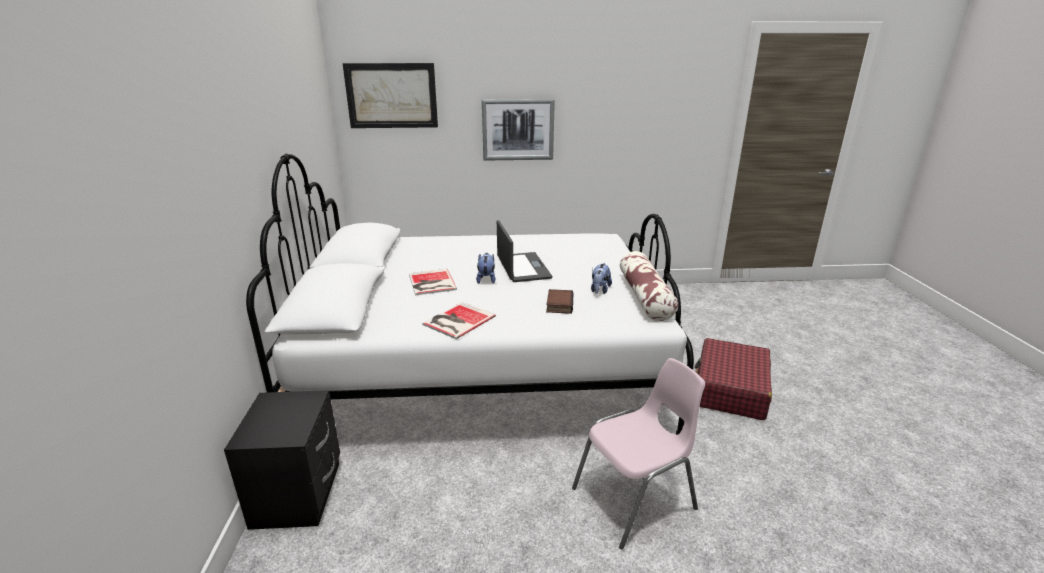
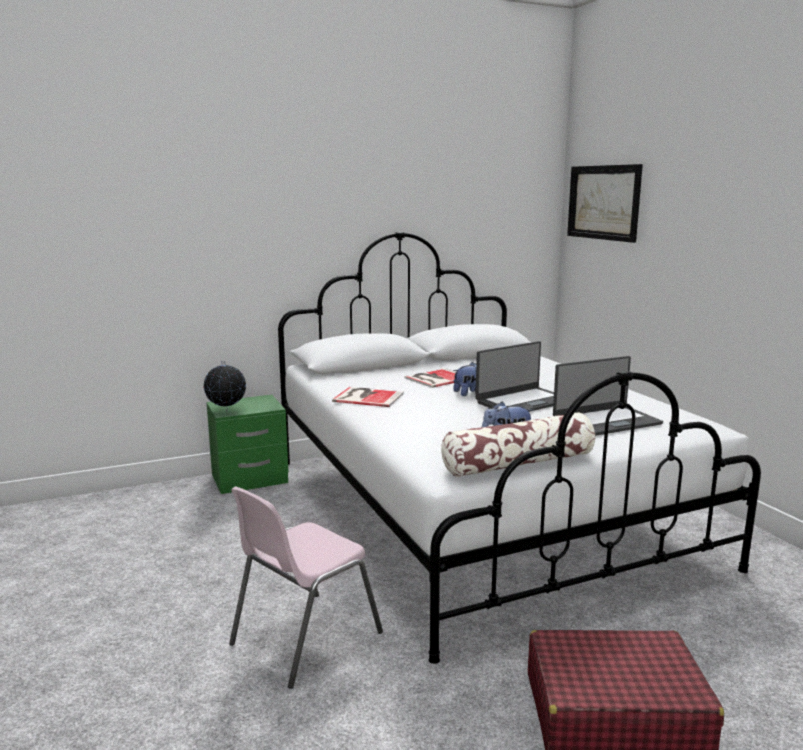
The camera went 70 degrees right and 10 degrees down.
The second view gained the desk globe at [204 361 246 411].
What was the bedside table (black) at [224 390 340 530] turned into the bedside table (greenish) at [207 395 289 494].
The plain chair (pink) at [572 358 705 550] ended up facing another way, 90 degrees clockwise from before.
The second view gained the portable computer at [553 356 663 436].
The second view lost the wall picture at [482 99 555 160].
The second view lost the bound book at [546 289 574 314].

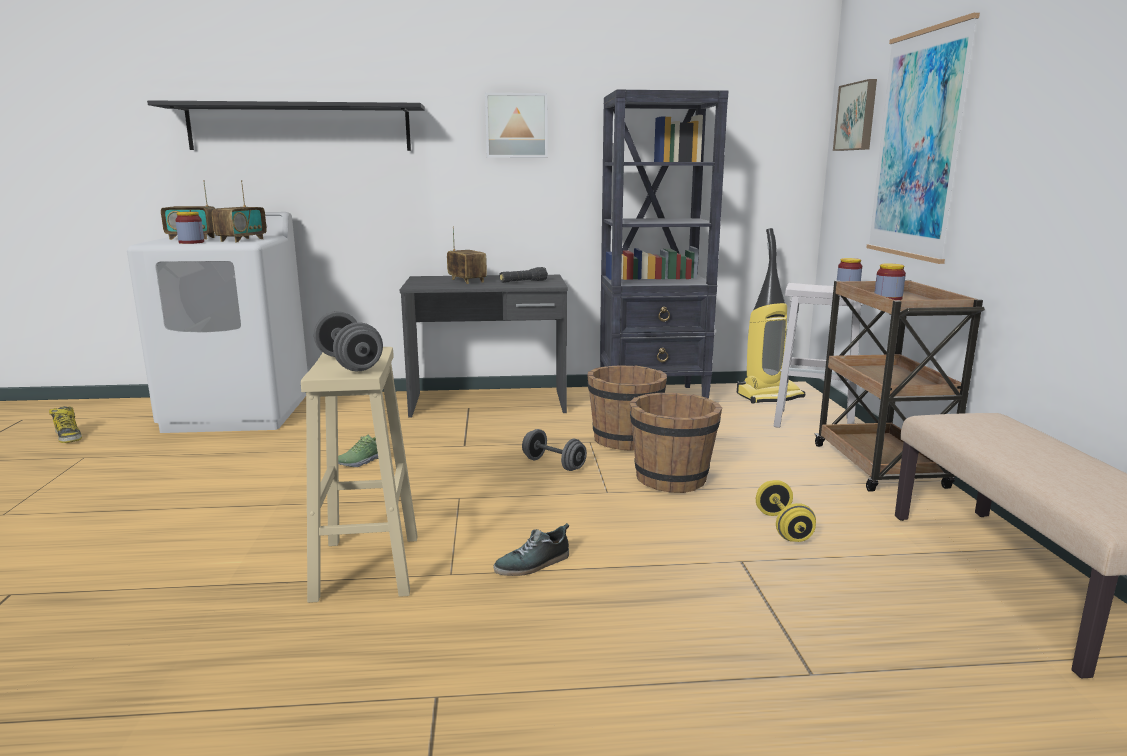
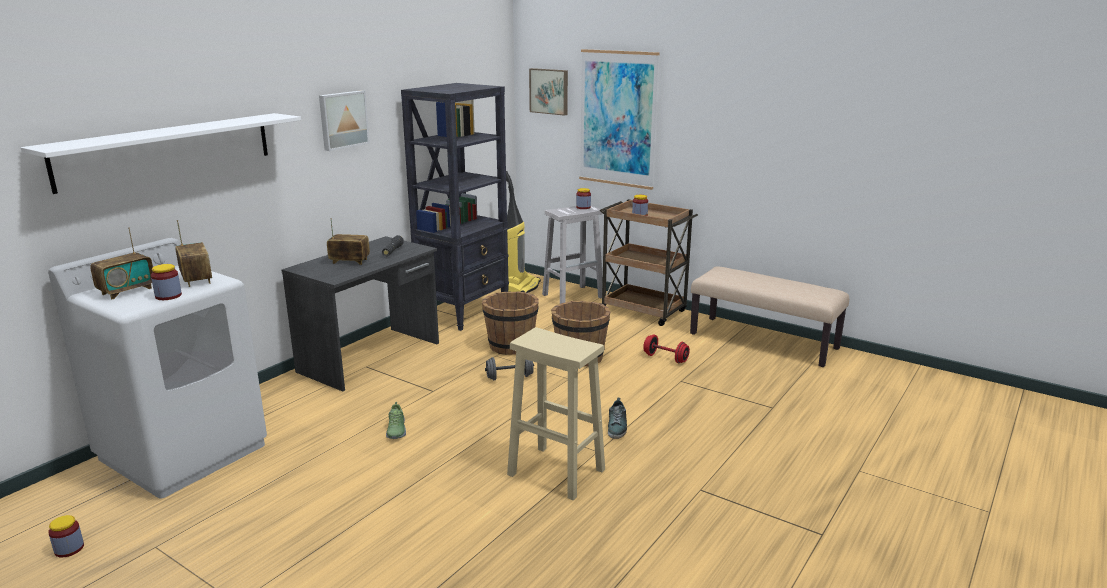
The camera went 50 degrees left and 5 degrees up.
What was the bracket shelf (black) at [147 100 425 151] turned into the bracket shelf (whitish) at [21 113 301 194].
Where the tall boot stood at [49 406 82 443], the storage jar came to stand at [48 515 84 557].
What was the hand weight (yellow-coloured) at [756 480 816 542] turned into the hand weight (red) at [643 335 690 363].
The second view lost the hand weight (grey) at [314 311 383 371].

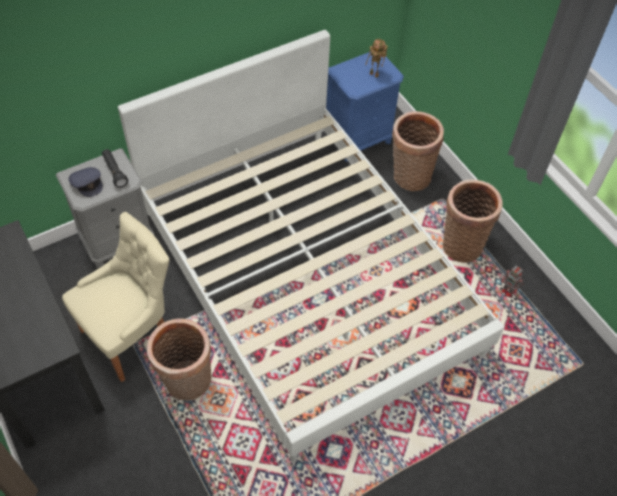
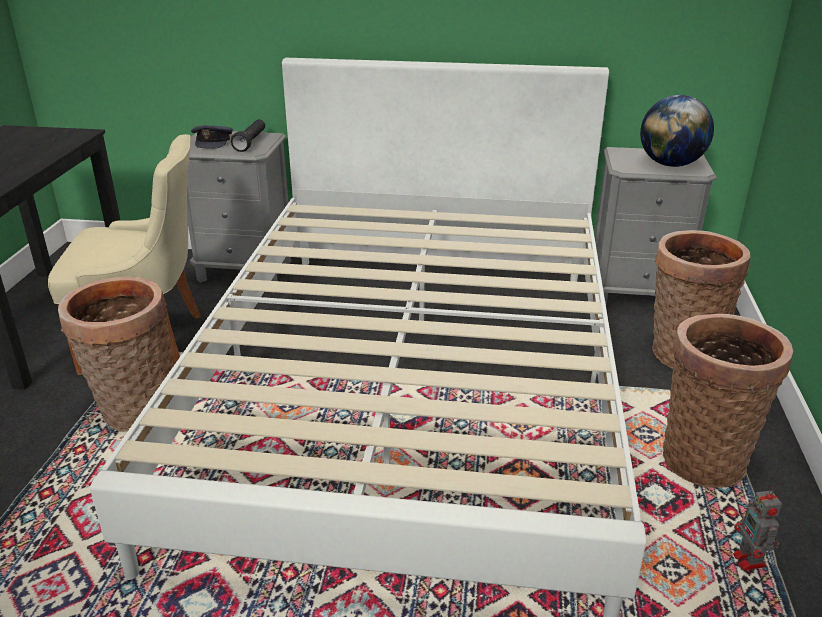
The camera went 40 degrees right and 25 degrees down.
What was the bedside table (blue) at [326 52 404 162] turned into the bedside table (grey) at [595 147 717 305].
Where the toy robot stood at [366 39 388 77], the desk globe came to stand at [640 95 714 167].

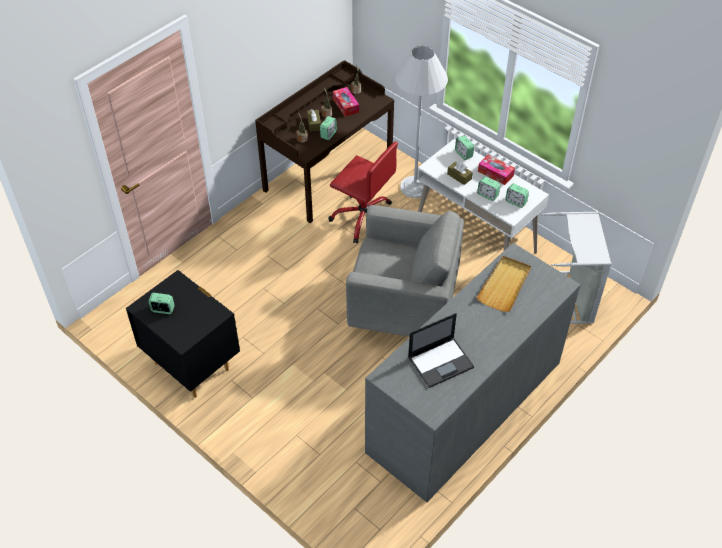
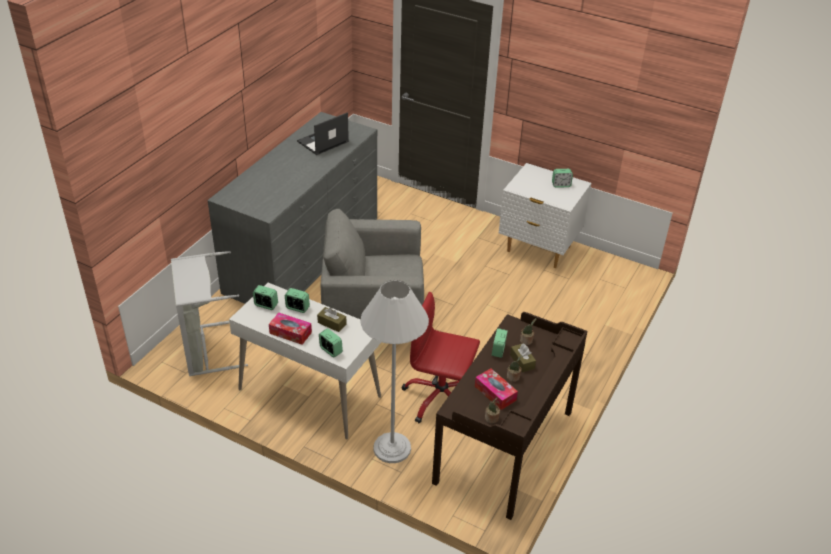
The camera went 165 degrees right and 10 degrees down.
What was the bedside table (black) at [126 270 240 398] turned into the bedside table (whitish) at [499 163 591 268].
The second view lost the tray (beige) at [476 256 531 312].

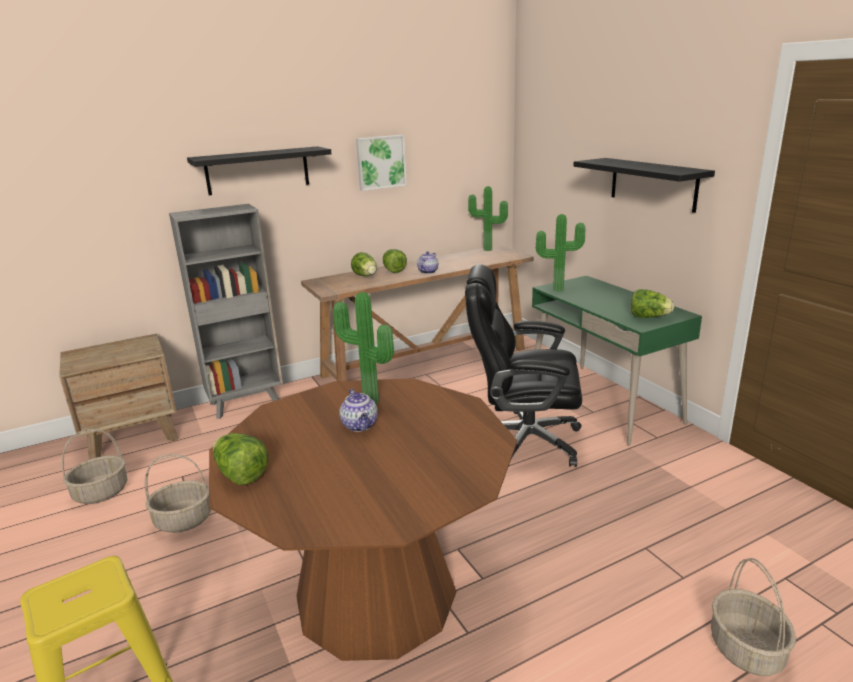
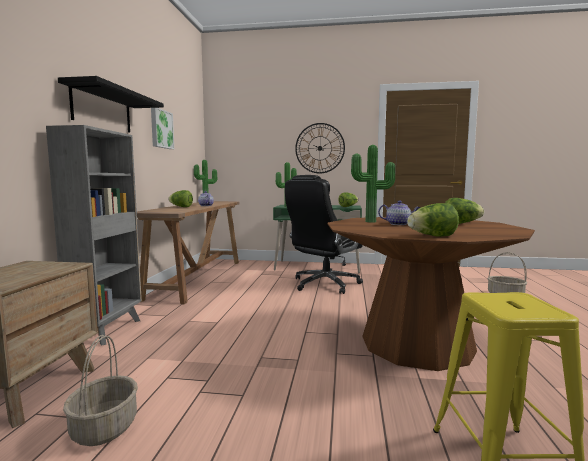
The camera went 55 degrees left and 15 degrees down.
Where the bracket shelf (black) hung at [573 158 715 213], the hanging clock came to hang at [295 123 345 174].
The lettuce head ended up elsewhere, having gone from [351 252 377 276] to [445 198 484 224].
The second view lost the basket at [145 454 211 533].

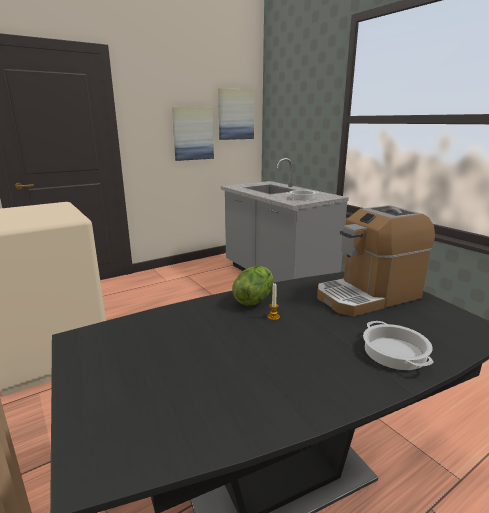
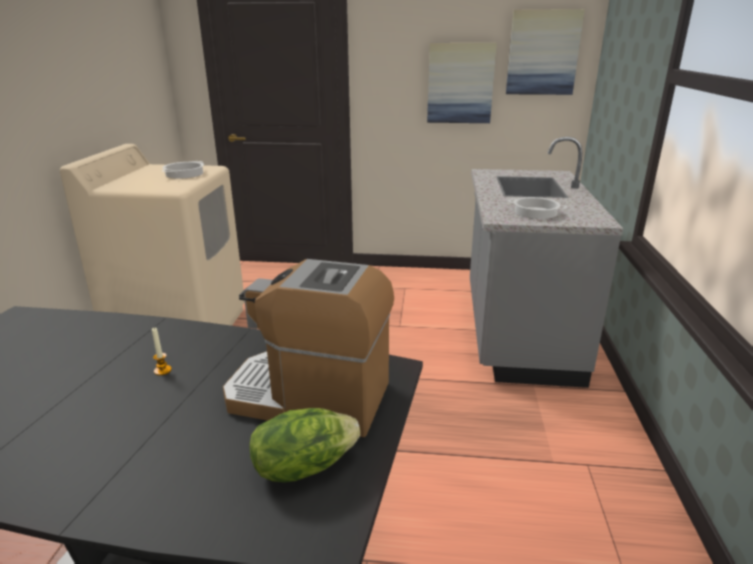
The camera went 40 degrees right and 5 degrees up.
The cooking pot ended up elsewhere, having gone from [363 321 433 370] to [162 161 204 179].
The lettuce head ended up elsewhere, having gone from [232 266 273 305] to [249 408 360 482].

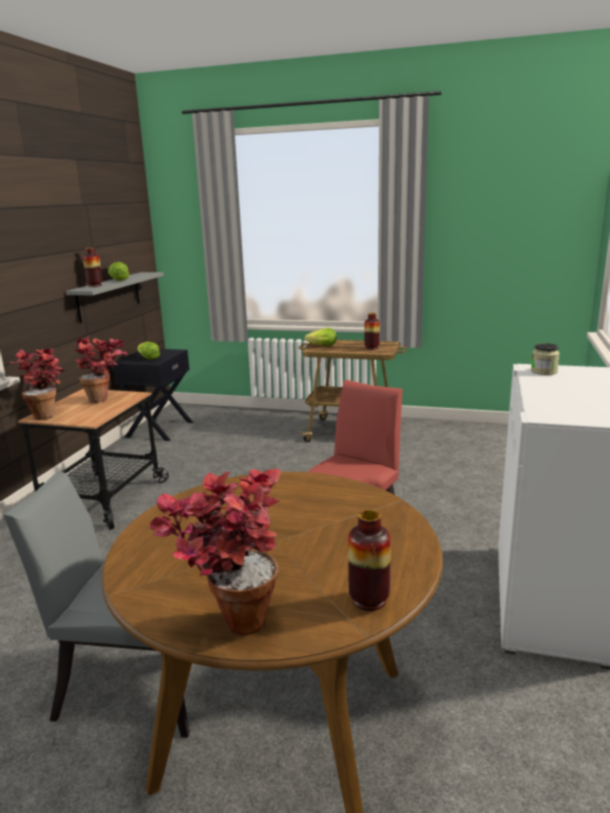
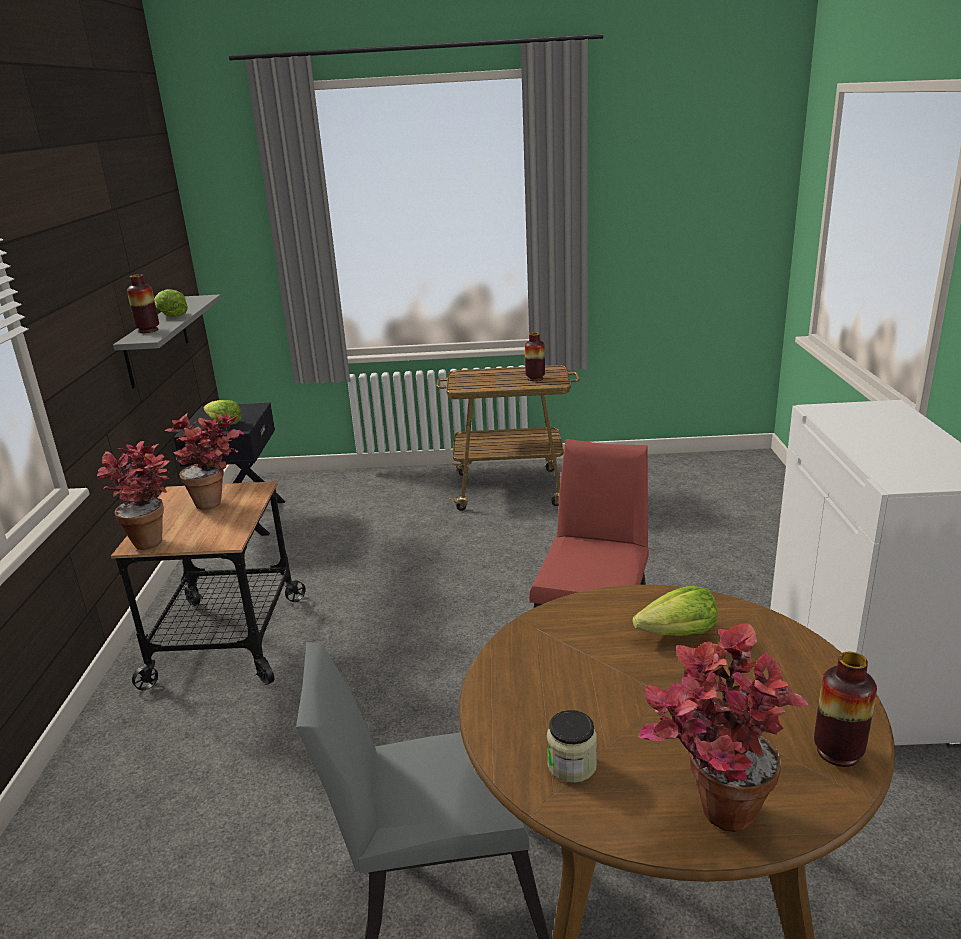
The camera went 15 degrees left and 5 degrees up.
The storage jar ended up elsewhere, having gone from [531 343 560 375] to [547 710 597 783].
The lettuce head ended up elsewhere, having gone from [304 328 336 346] to [632 585 718 636].

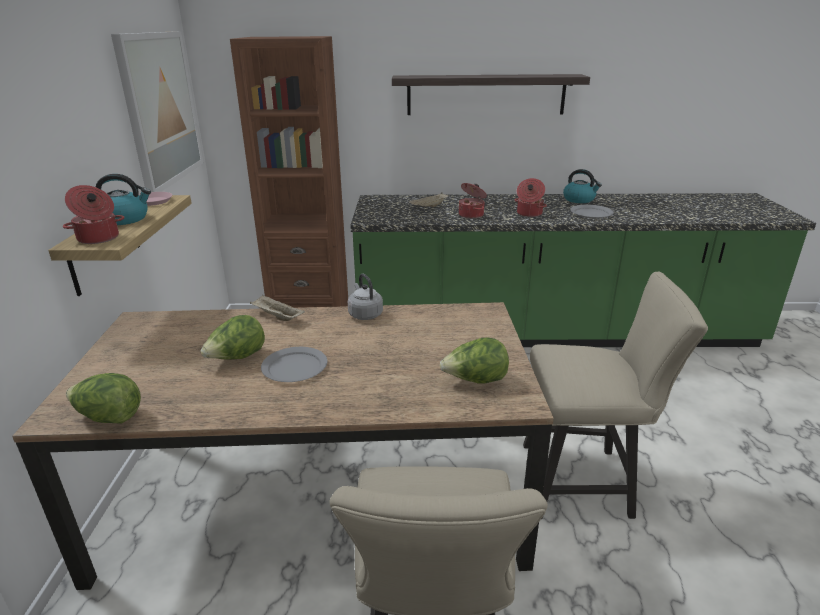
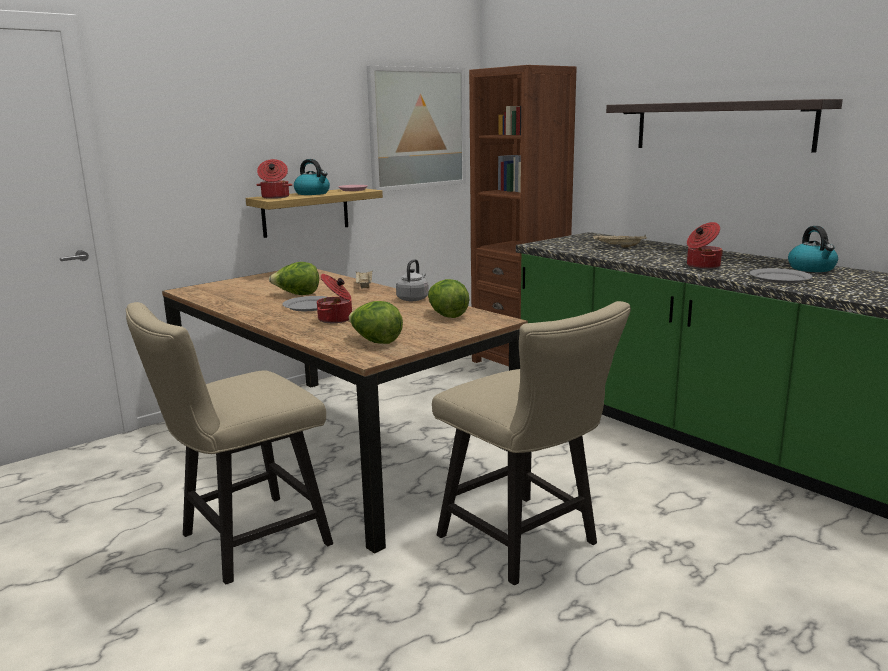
The camera went 50 degrees right and 10 degrees down.
The cooking pot ended up elsewhere, having gone from [459 183 487 219] to [317 274 352 323].
The lettuce head ended up elsewhere, having gone from [66 373 141 423] to [428 279 470 318].

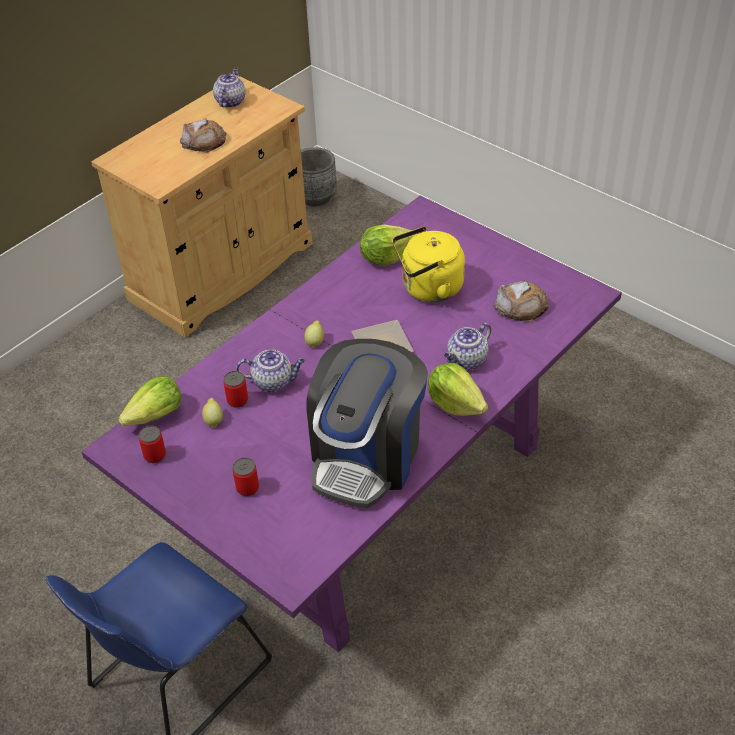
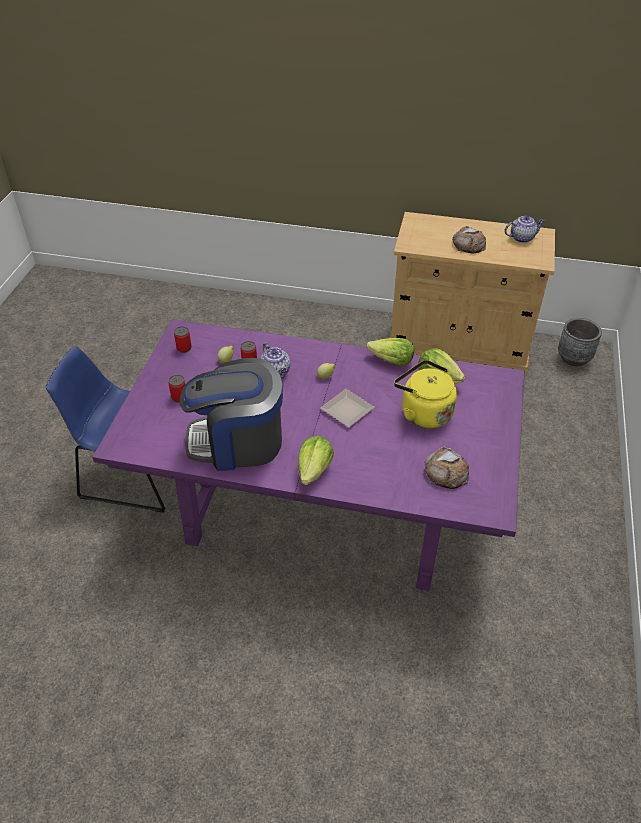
The camera went 60 degrees right and 0 degrees up.
The lettuce head ended up elsewhere, having gone from [118 376 181 426] to [366 338 414 366].
The second view lost the pot for tea at [444 323 491 370].

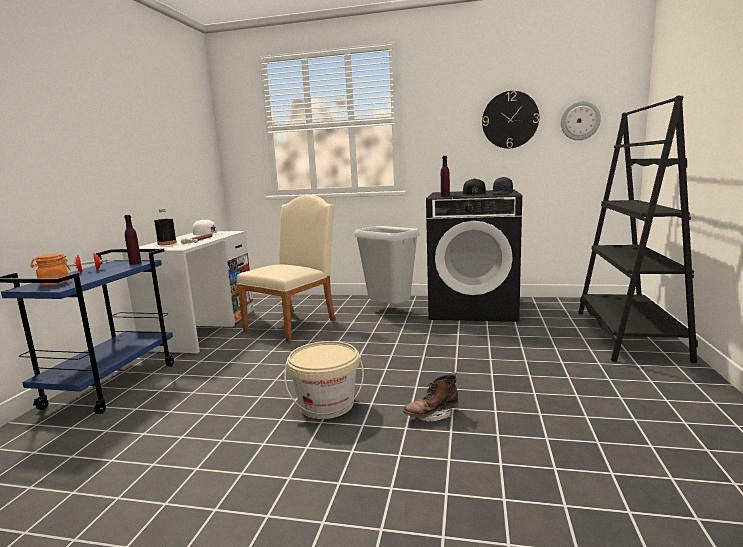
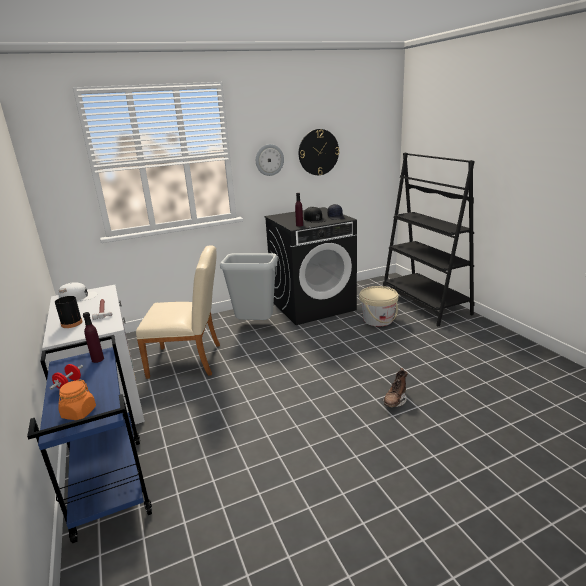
The camera went 35 degrees left and 10 degrees up.
The plain chair (beige) at [237 194 336 342] ended up facing another way, 90 degrees clockwise from before.
The hanging clock ended up elsewhere, having gone from [561 101 601 140] to [256 144 284 176].
The bucket (beige) ended up elsewhere, having gone from [284 341 364 419] to [359 286 398 326].

